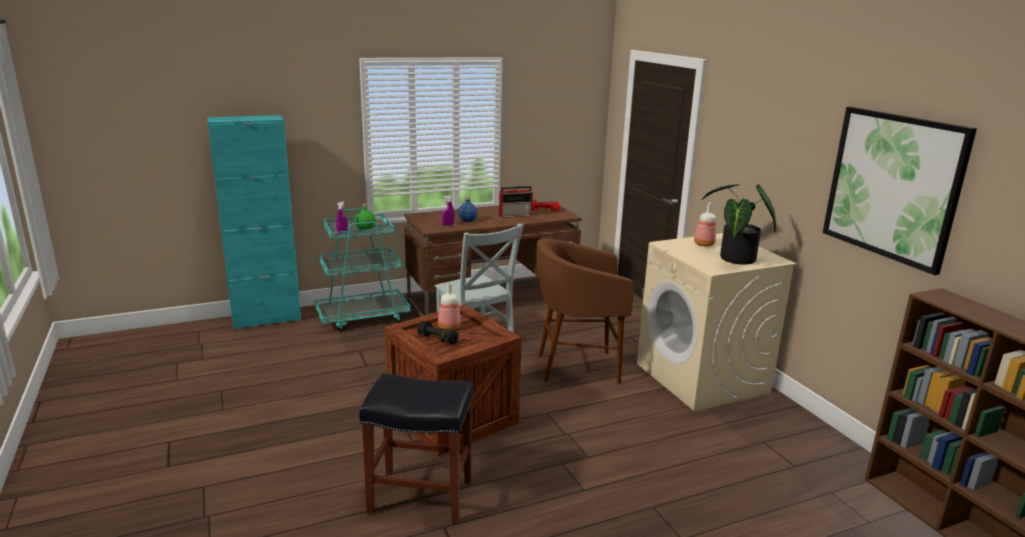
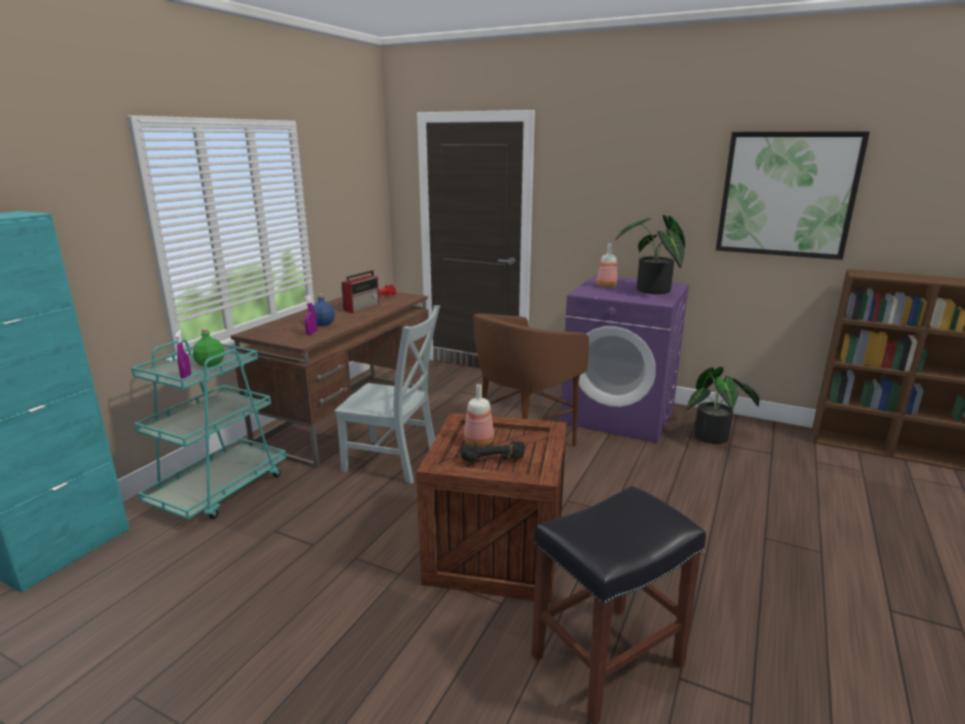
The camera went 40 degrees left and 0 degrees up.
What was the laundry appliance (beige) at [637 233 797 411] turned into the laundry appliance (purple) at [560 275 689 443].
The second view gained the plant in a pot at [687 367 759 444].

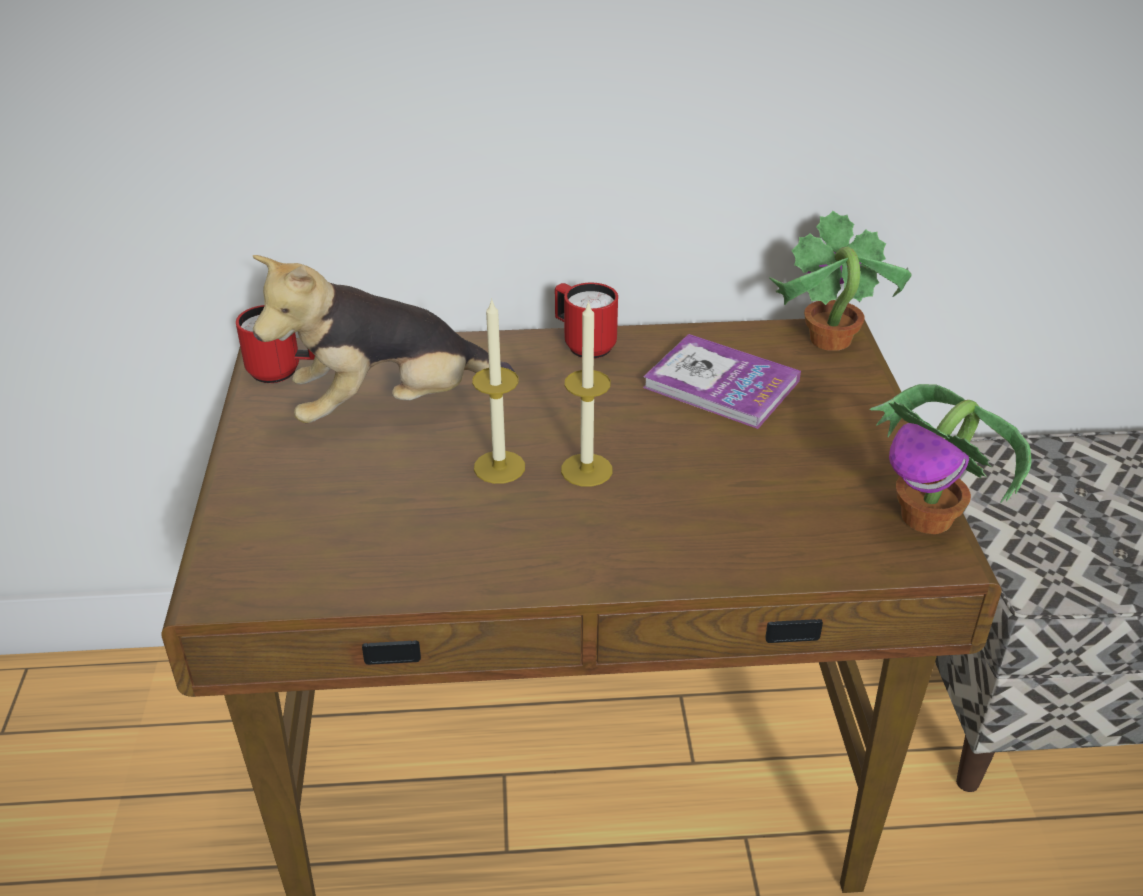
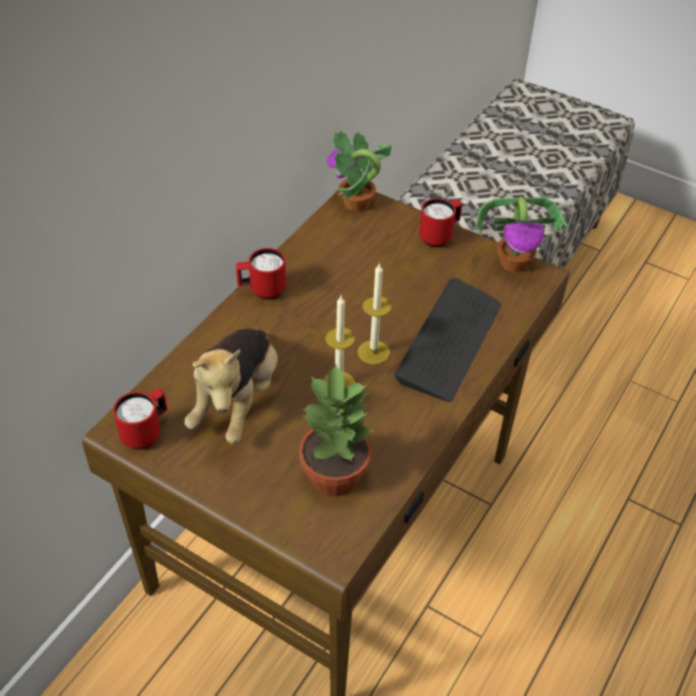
The camera went 55 degrees left and 10 degrees up.
The second view gained the plant in a pot at [299 364 374 496].
The second view gained the computer keyboard at [394 278 501 402].
The second view gained the mug (red) at [419 198 462 247].
The second view lost the bound book at [643 334 801 429].

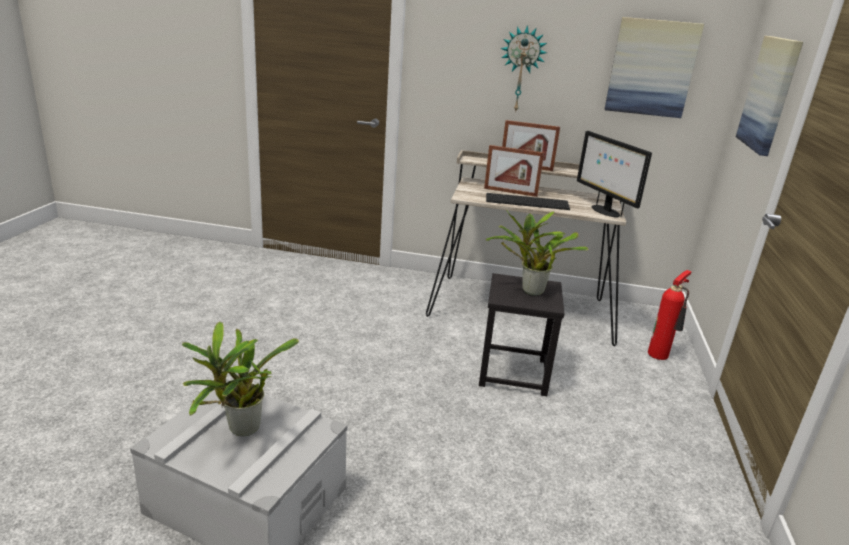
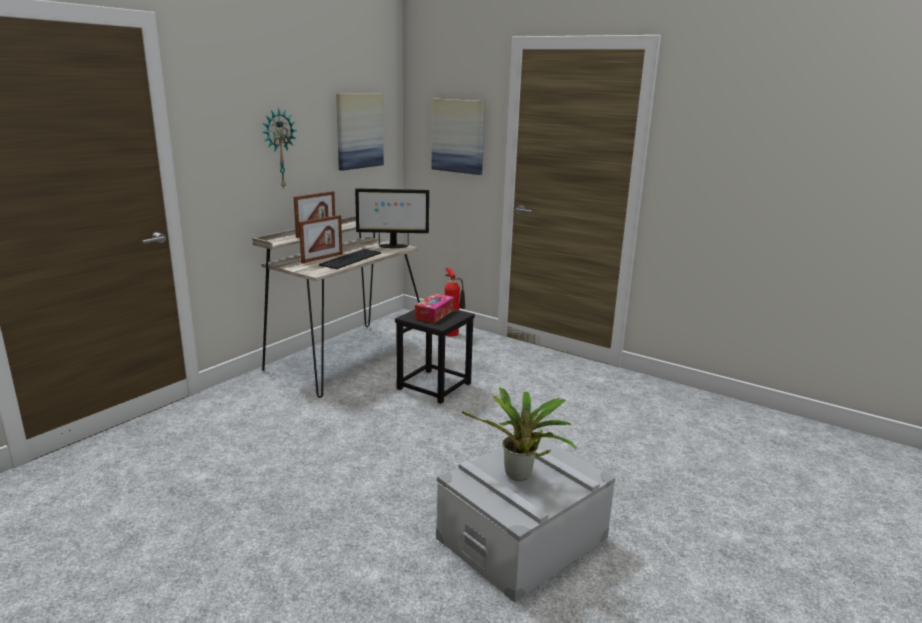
The camera went 65 degrees left and 5 degrees down.
Where the plant in a pot stood at [485 210 588 296], the box of tissues came to stand at [415 294 454 323].

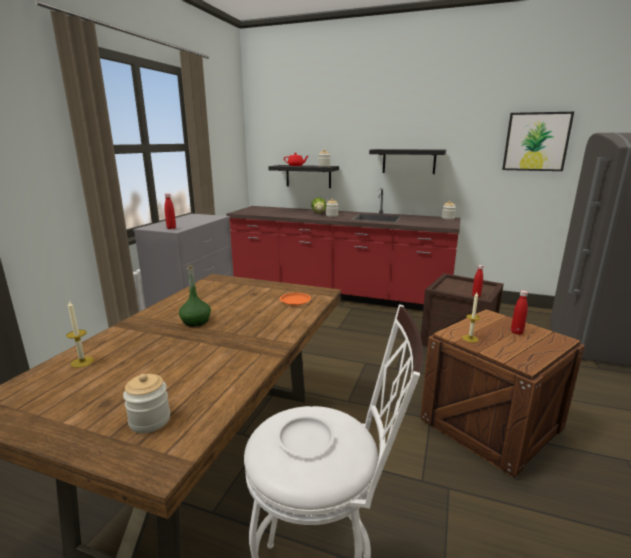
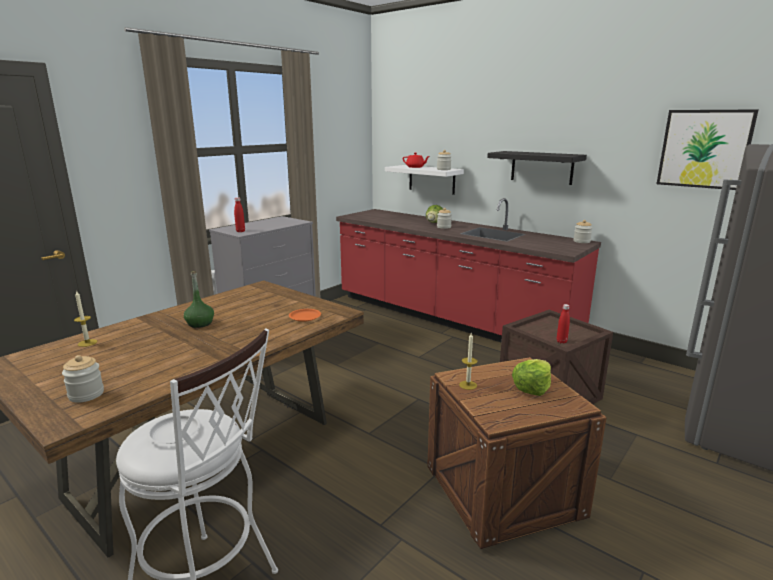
The camera went 20 degrees right and 0 degrees up.
What was the bracket shelf (black) at [268 165 339 188] turned into the bracket shelf (whitish) at [385 165 464 195].
Where the beverage bottle (red) stood at [511 290 528 335], the lettuce head came to stand at [512 359 551 396].

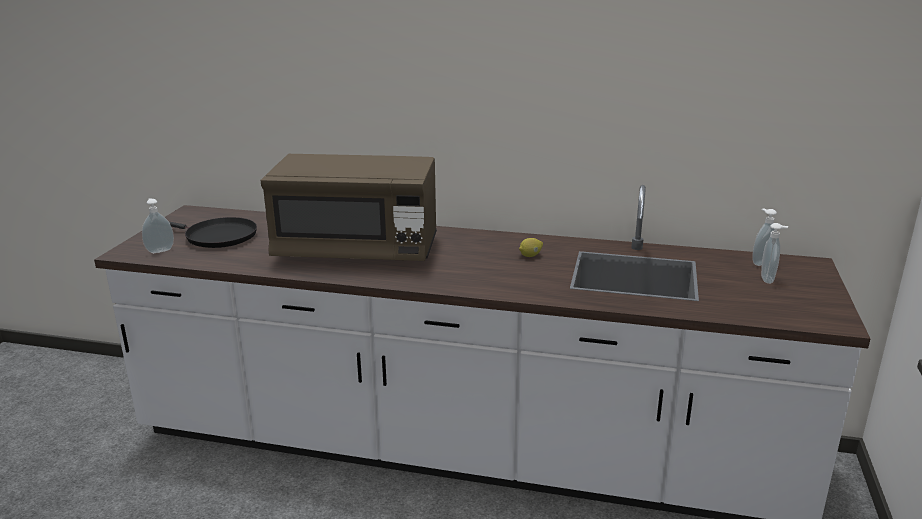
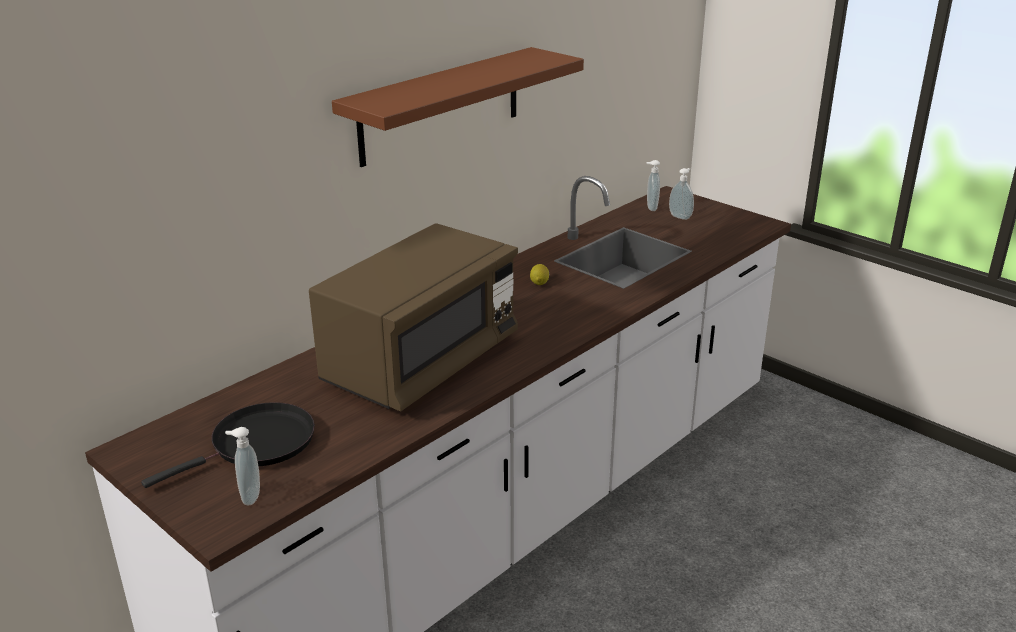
The camera went 60 degrees left and 5 degrees up.
The second view gained the bracket shelf (brownish) at [332 47 584 167].

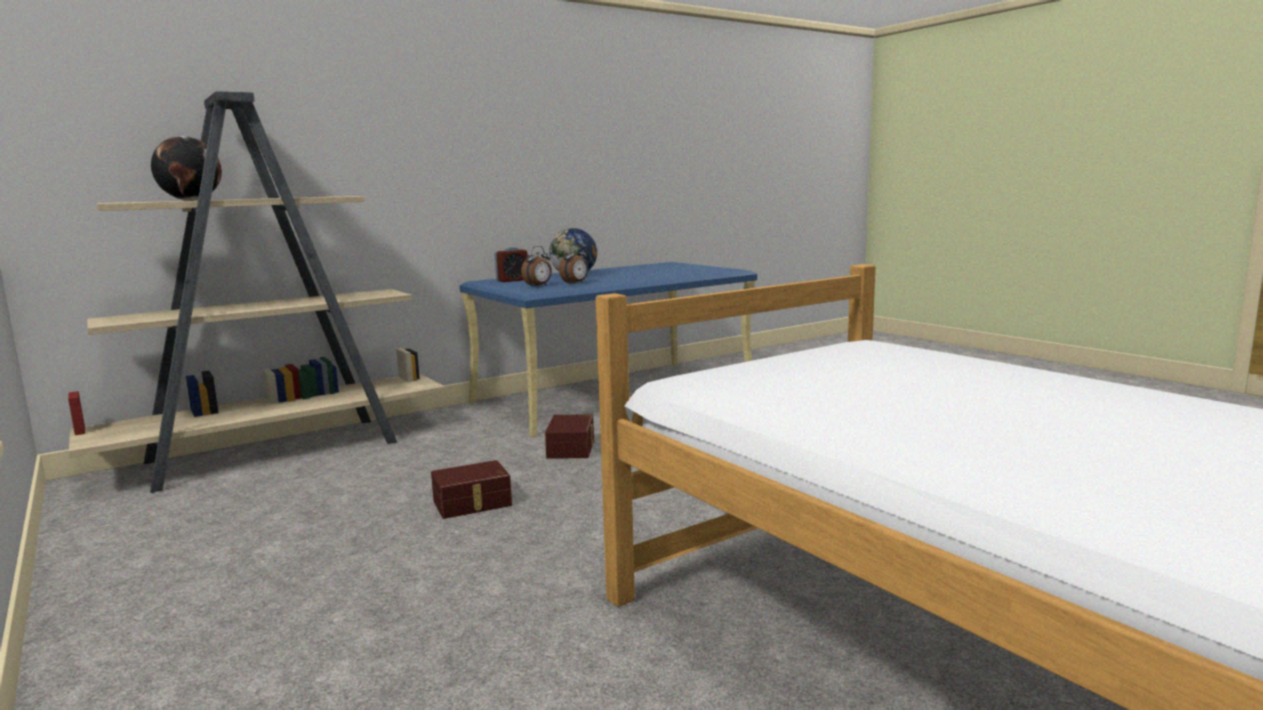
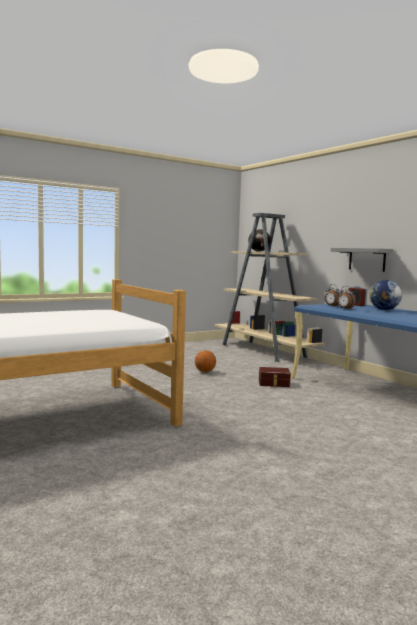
The camera went 90 degrees right and 5 degrees down.
Where the storage box (brownish) stood at [431 460 512 519], the basketball came to stand at [195 350 216 372].
The second view gained the bracket shelf (grey) at [331 248 394 272].

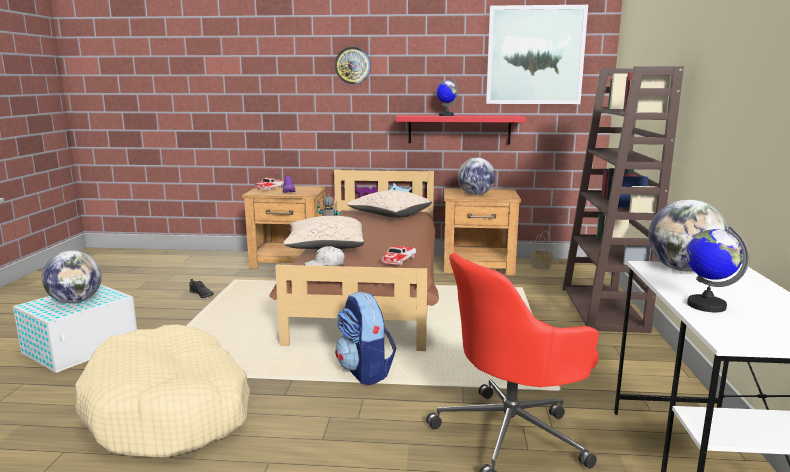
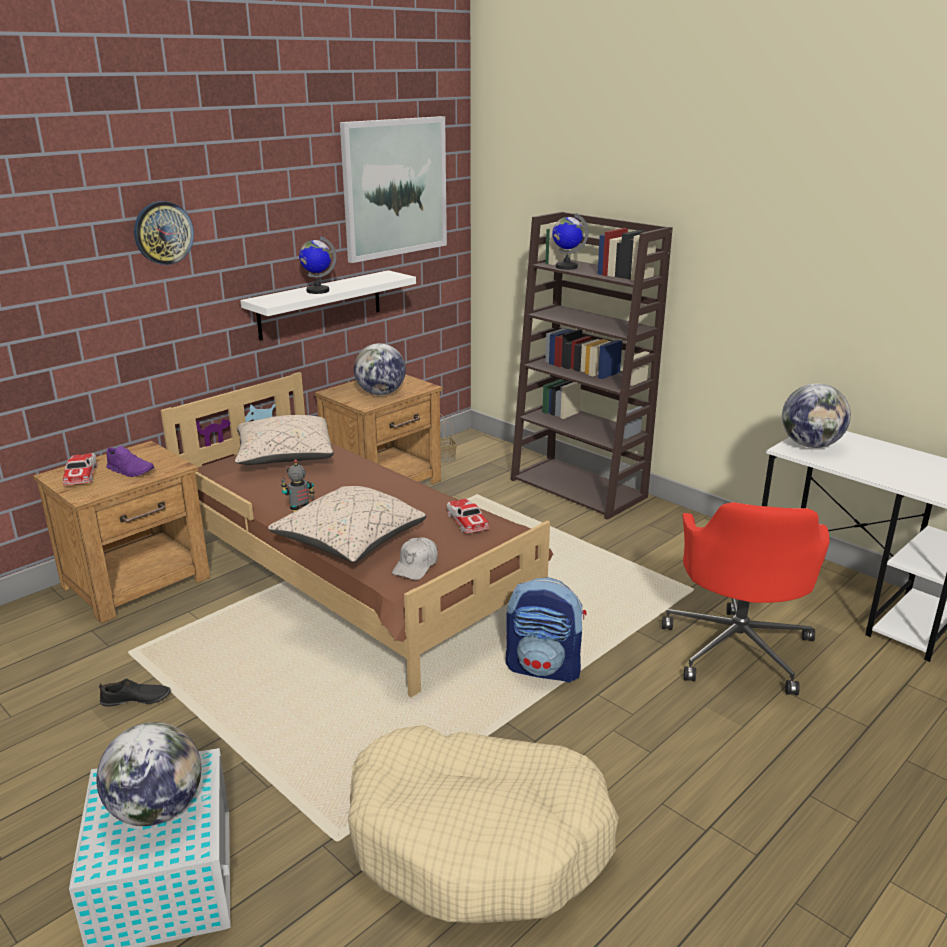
The camera went 50 degrees left and 10 degrees up.
What was the bracket shelf (red) at [396 115 526 144] turned into the bracket shelf (whitish) at [240 270 416 340].
The desk globe ended up elsewhere, having gone from [686 226 749 312] to [552 213 589 270].

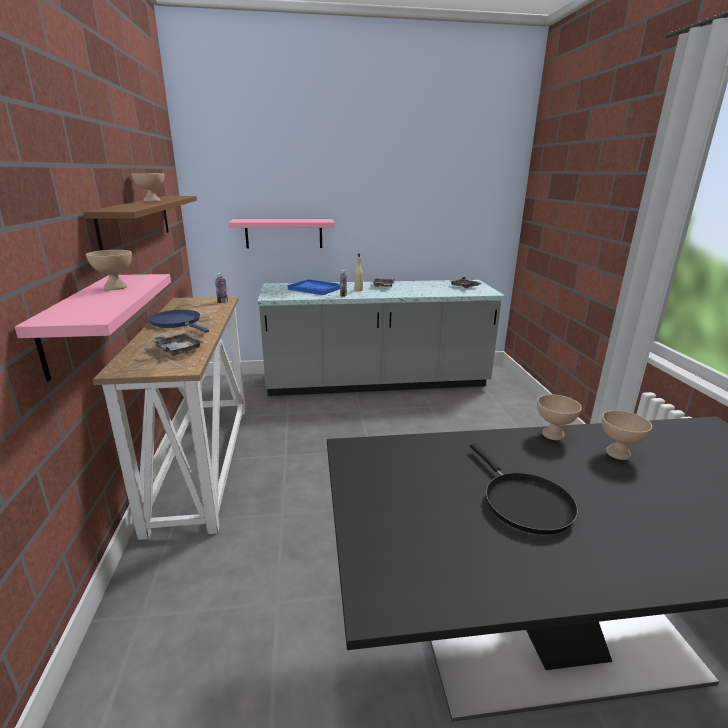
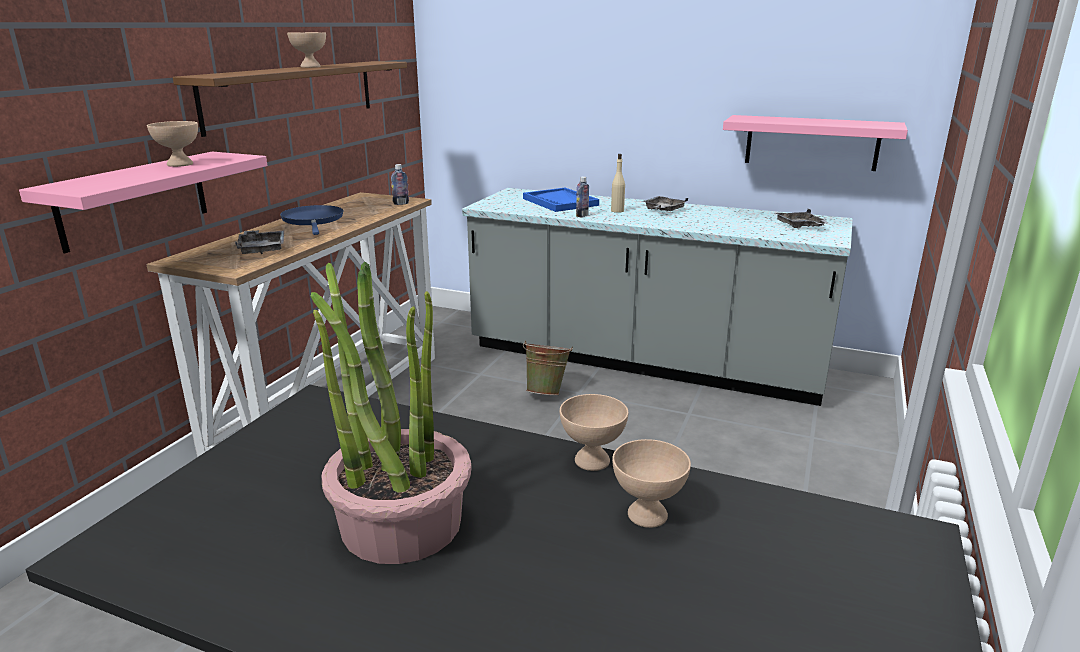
The camera went 30 degrees right and 0 degrees up.
Where the frying pan (black) stood at [470 444 578 535], the plant in a pot came to stand at [311 262 472 564].
The second view gained the bucket (greenish) at [523 341 573 395].
The bracket shelf (pink) ended up elsewhere, having gone from [228 219 335 249] to [723 115 908 171].

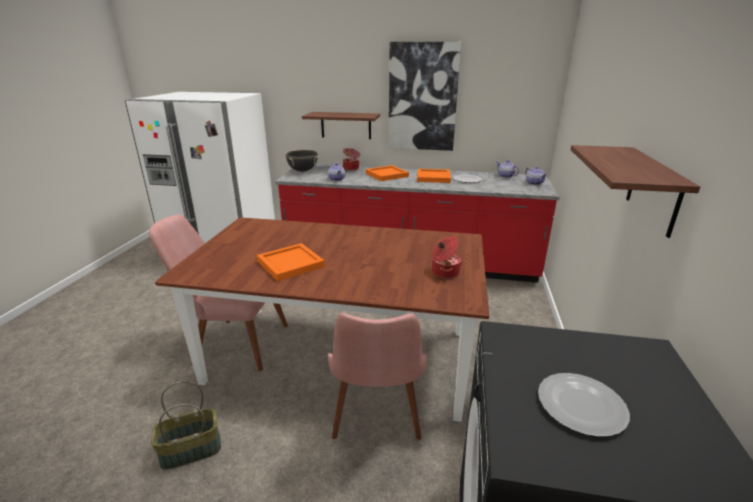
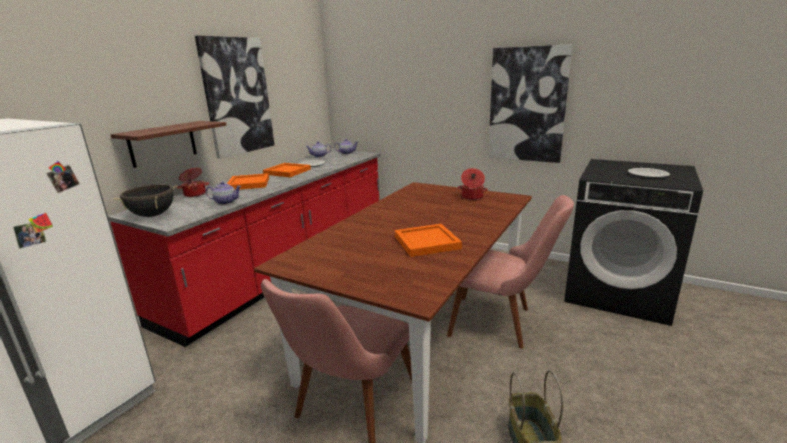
The camera went 70 degrees left and 5 degrees down.
Where the bracket shelf hung at [570 145 700 238], the wall picture came to hang at [488 44 573 163].

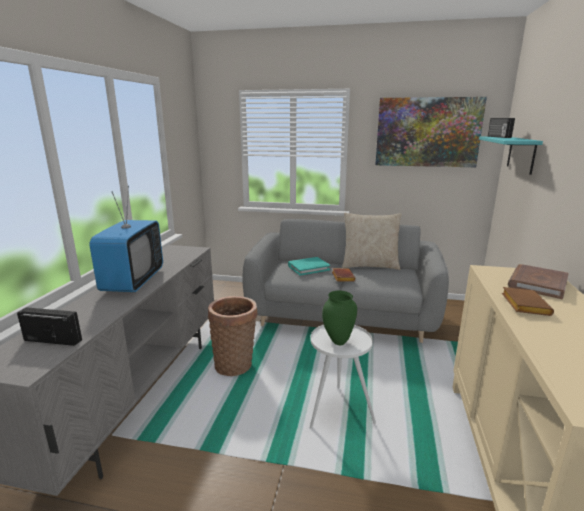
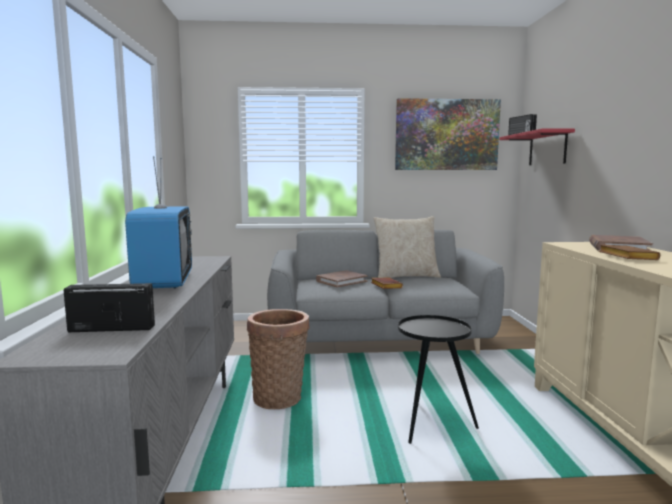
The camera went 15 degrees left and 10 degrees down.
What was the bound book (turquoise-coloured) at [288 257 330 275] turned into the bound book (brownish) at [316 271 368 287].
What was the side table (whitish) at [310 325 376 428] turned into the side table (black) at [398 315 479 444].
What was the bracket shelf (turquoise-coloured) at [479 137 543 175] turned into the bracket shelf (red) at [499 128 575 165].
The second view lost the vase (greenish) at [322 291 357 346].

